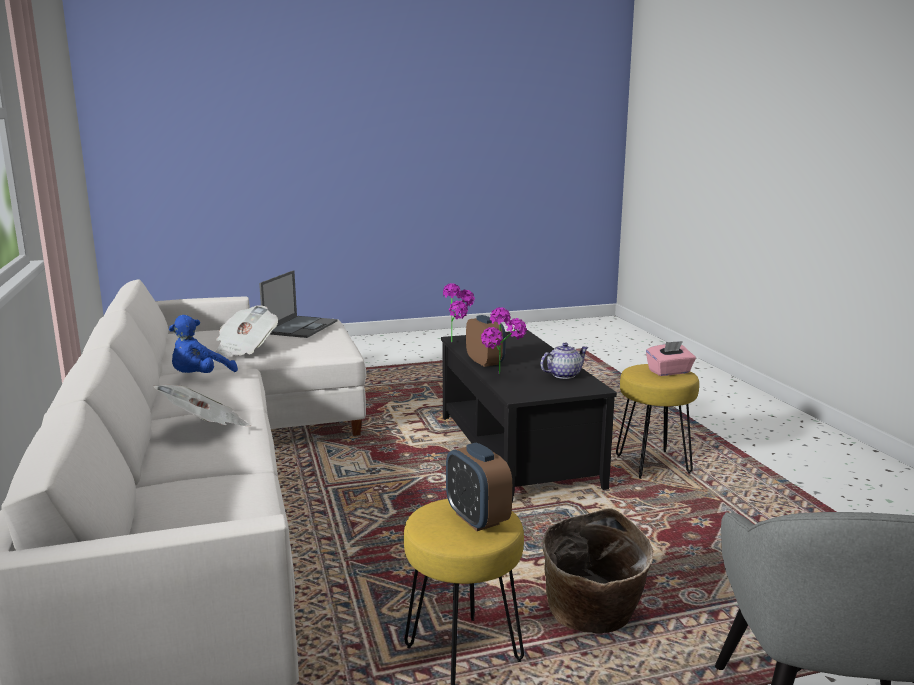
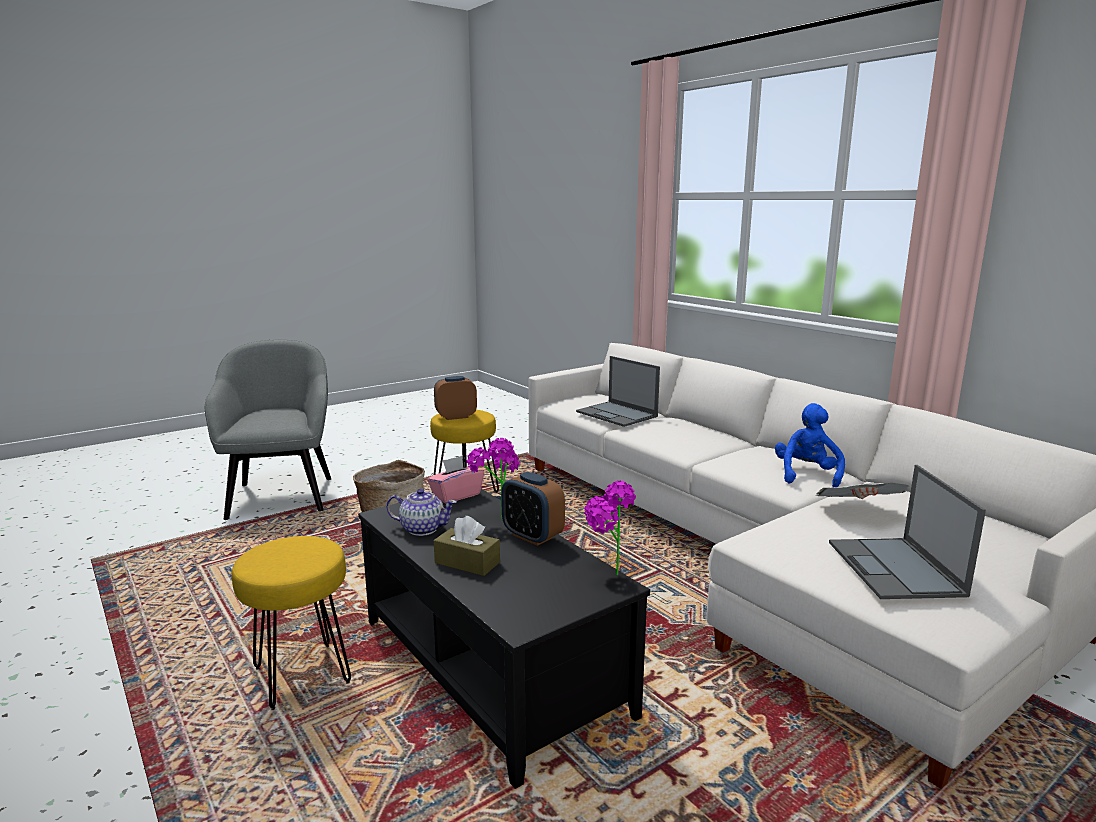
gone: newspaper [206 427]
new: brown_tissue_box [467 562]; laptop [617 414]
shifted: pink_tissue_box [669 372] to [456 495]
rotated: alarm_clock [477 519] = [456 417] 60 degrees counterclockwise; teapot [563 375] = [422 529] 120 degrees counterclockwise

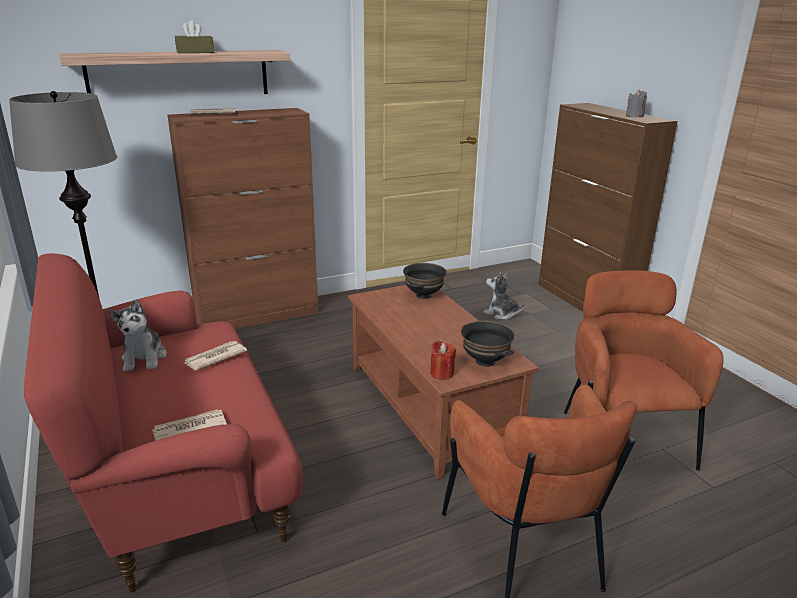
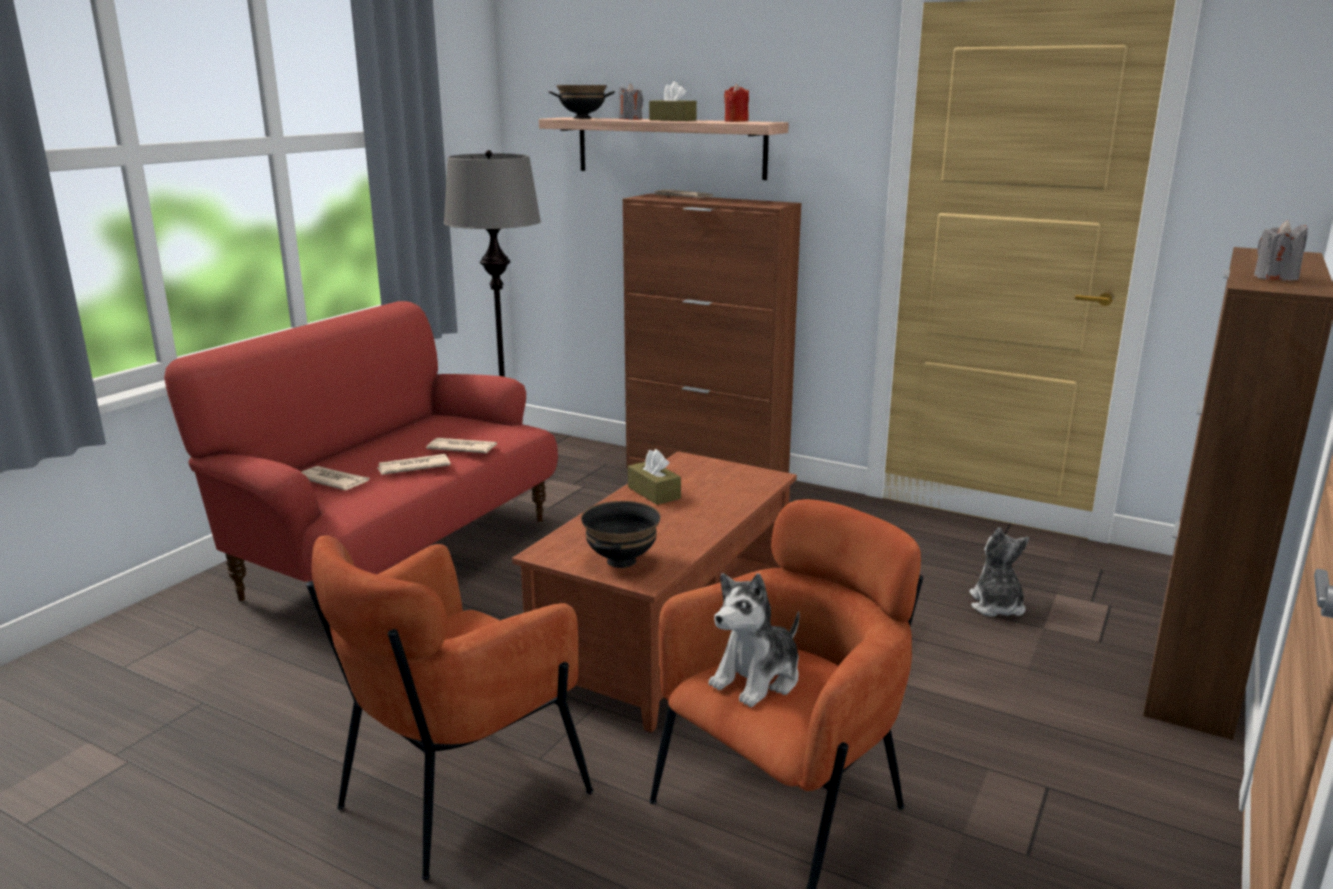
new: newspaper [413 467]; grey_candle [630 119]; brown_tissue_box [654 493]
shifted: plush_toy [144 358] to [757 679]; black_bowl [423 295] to [582 118]; red_candle [442 373] to [736 121]

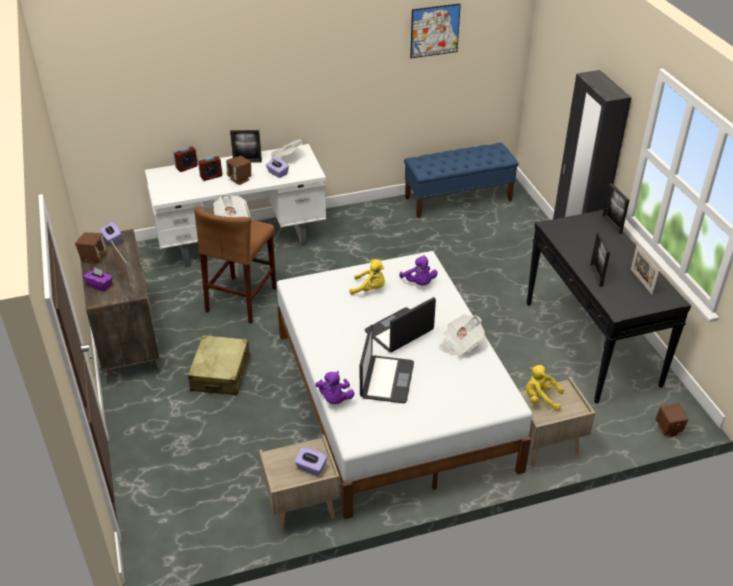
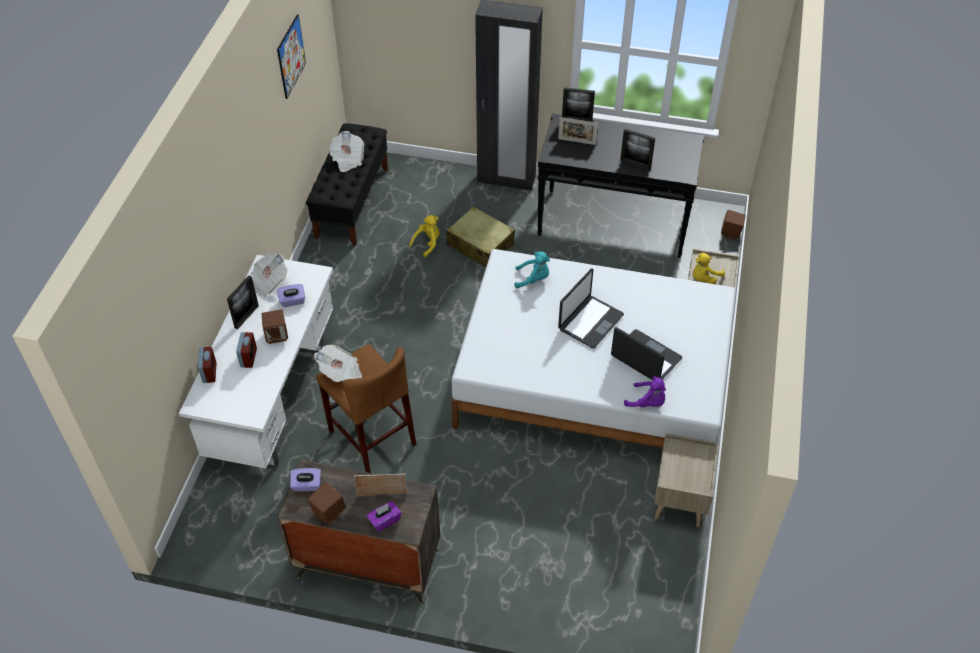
gone: purple_tissue_box [311 467]
shifted: beige_suitcase [221 373] to [480 244]; yellow_plush_toy [370 289] to [427 243]; newspaper [460 344] to [347 159]; picture_frame [641 282] to [577 141]
repainted: purple_plush_toy [419 283] to turquoise_plush_toy [533 279]; blue_bench [458 199] to black_bench [352 202]
rotated: laptop [399 332] = [590 322] 135 degrees counterclockwise

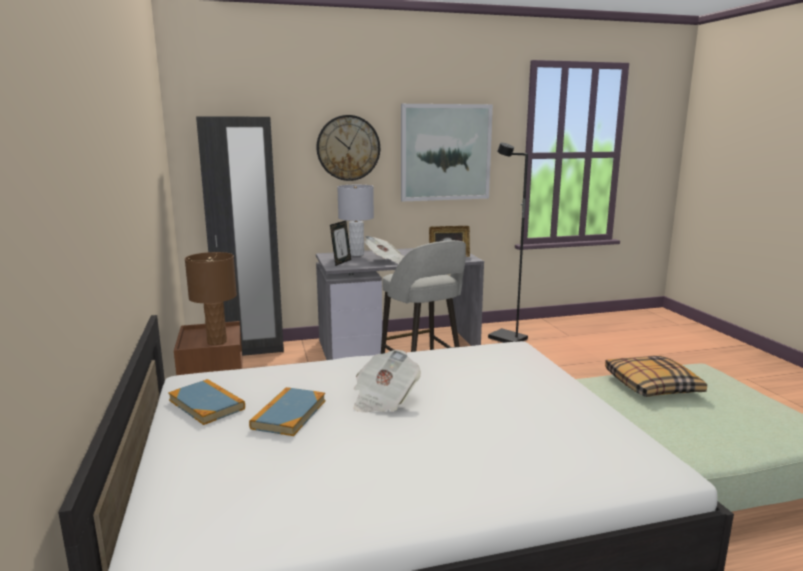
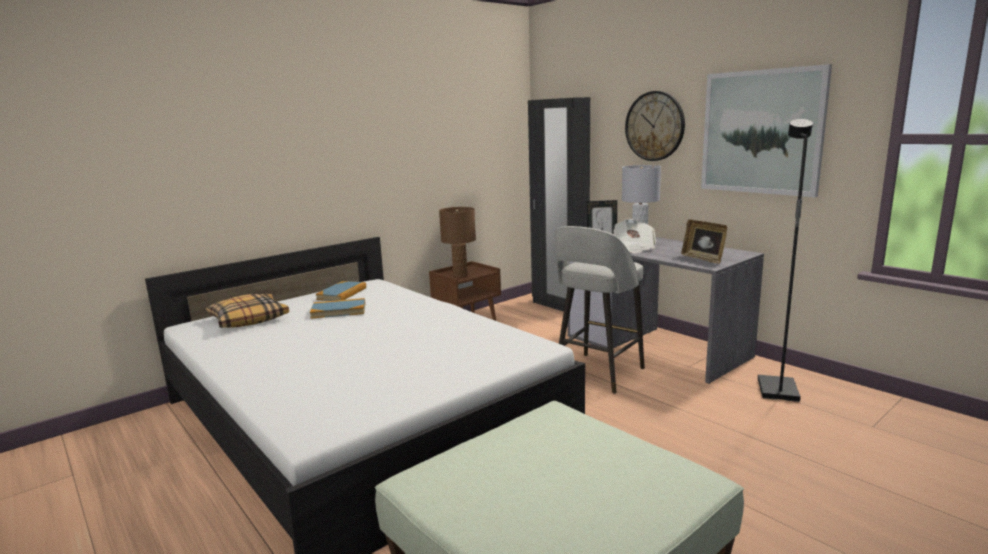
gone: newspaper [383 399]
shifted: pillow [651 386] to [248 319]

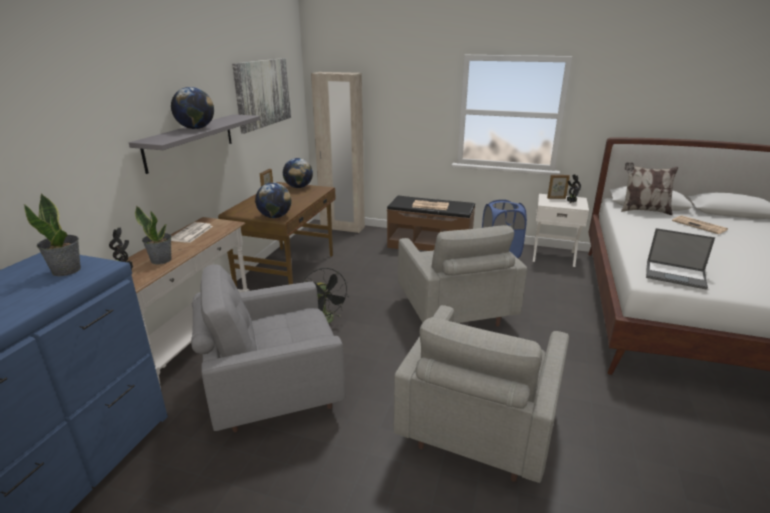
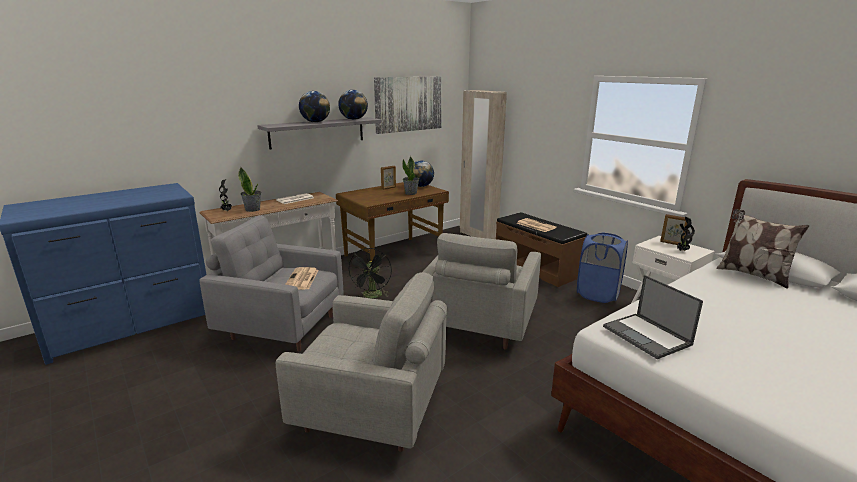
shifted: potted_plant [67 270] to [411 193]; globe [275 217] to [353 119]; newspaper [700 225] to [302 279]
rotated: grey_armchair [476 429] = [372 411] 135 degrees counterclockwise

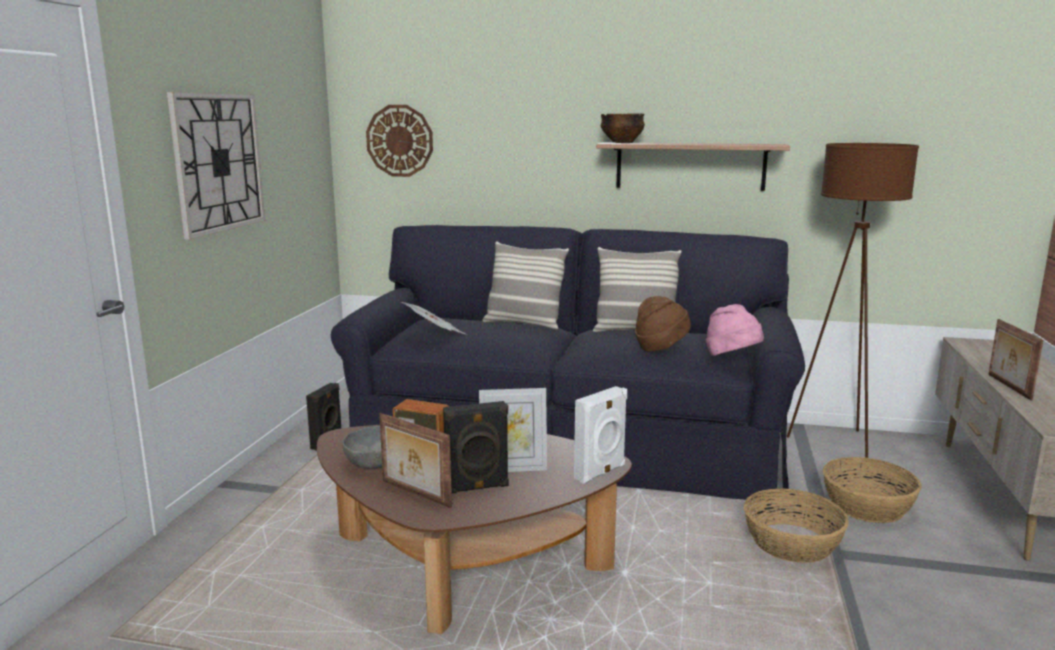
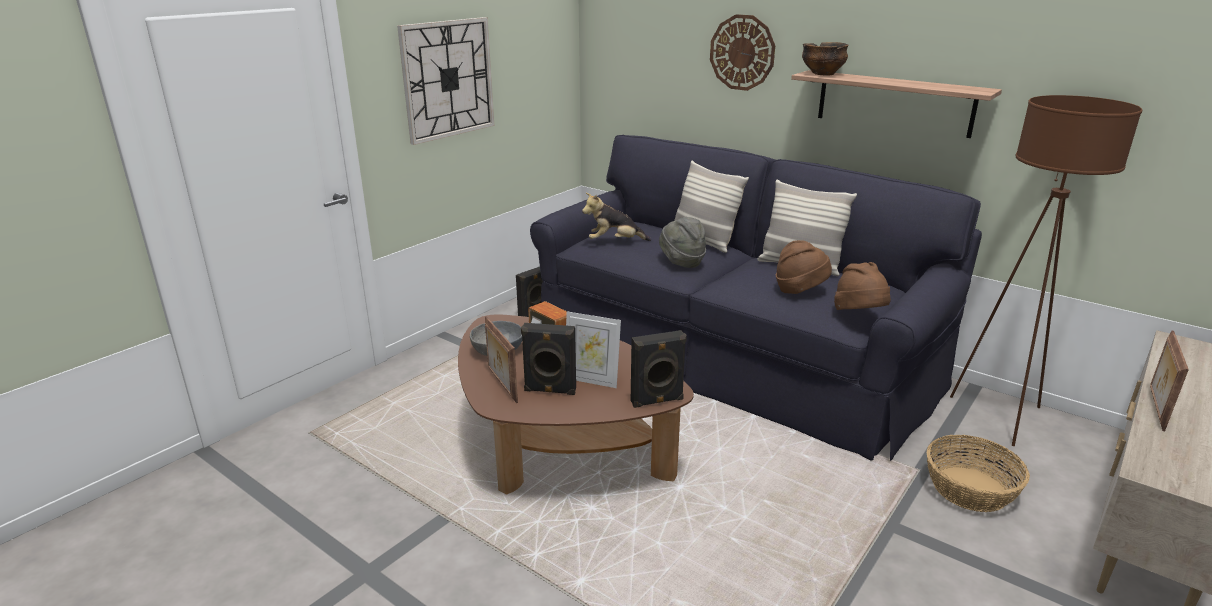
gone: basket [792 544]
new: grey_hat [681 262]
shifted: wall_clock [399 141] to [742 52]
swapped: newspaper [435 335] to plush_toy [614 242]
repainted: white_speaker [601 472] to black_speaker [657 401]; pink_hat [732 358] to brown_hat [859 315]

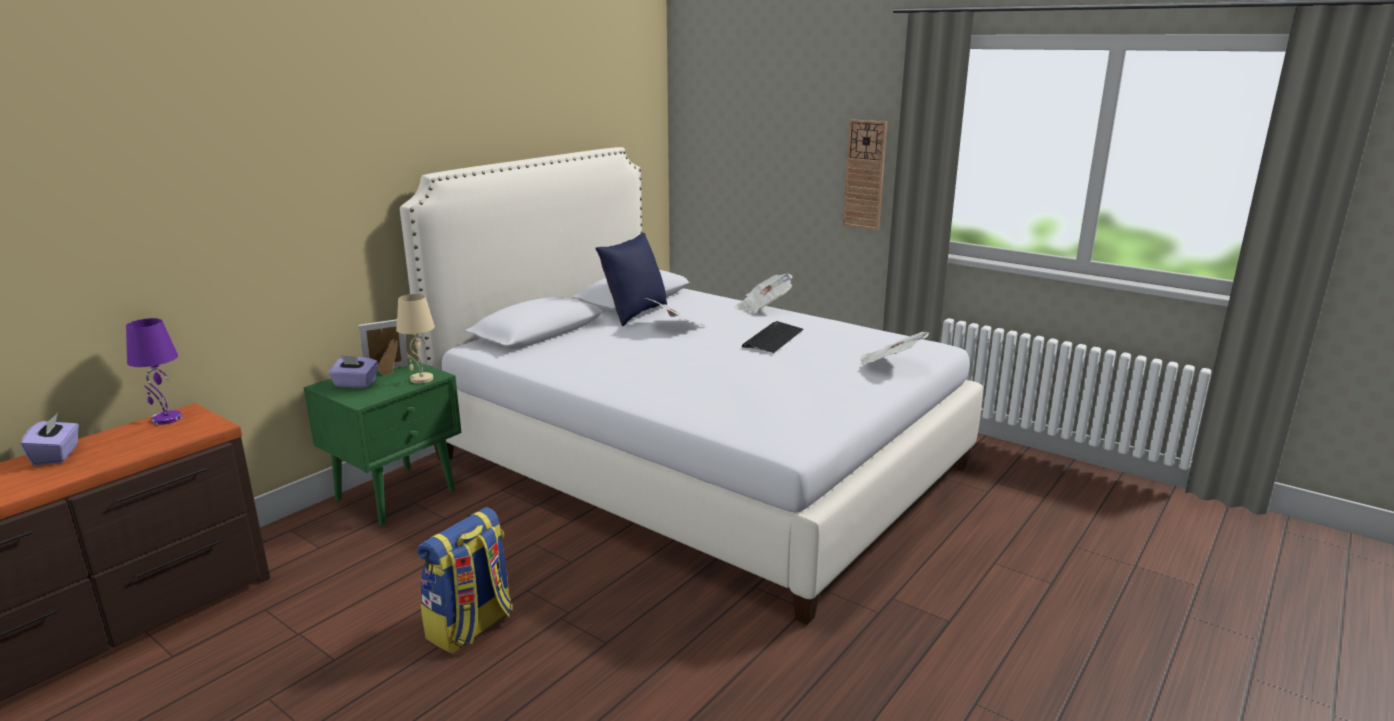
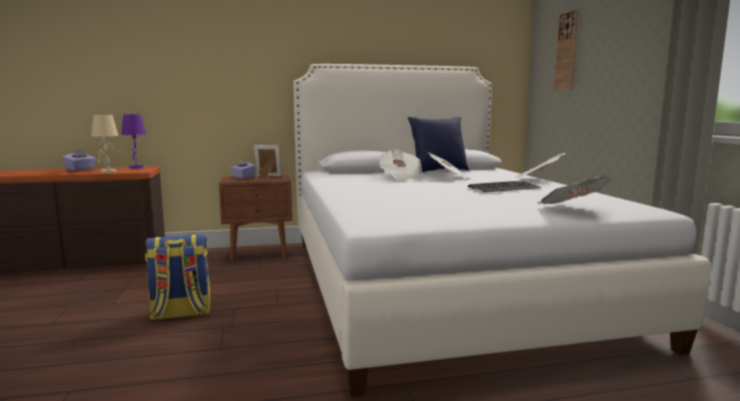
new: newspaper [400 178]
shifted: beige_table_lamp [421 379] to [108 171]; wall_clock [865 175] to [566 51]
repainted: green_nightstand [398 494] to brown_nightstand [260 253]

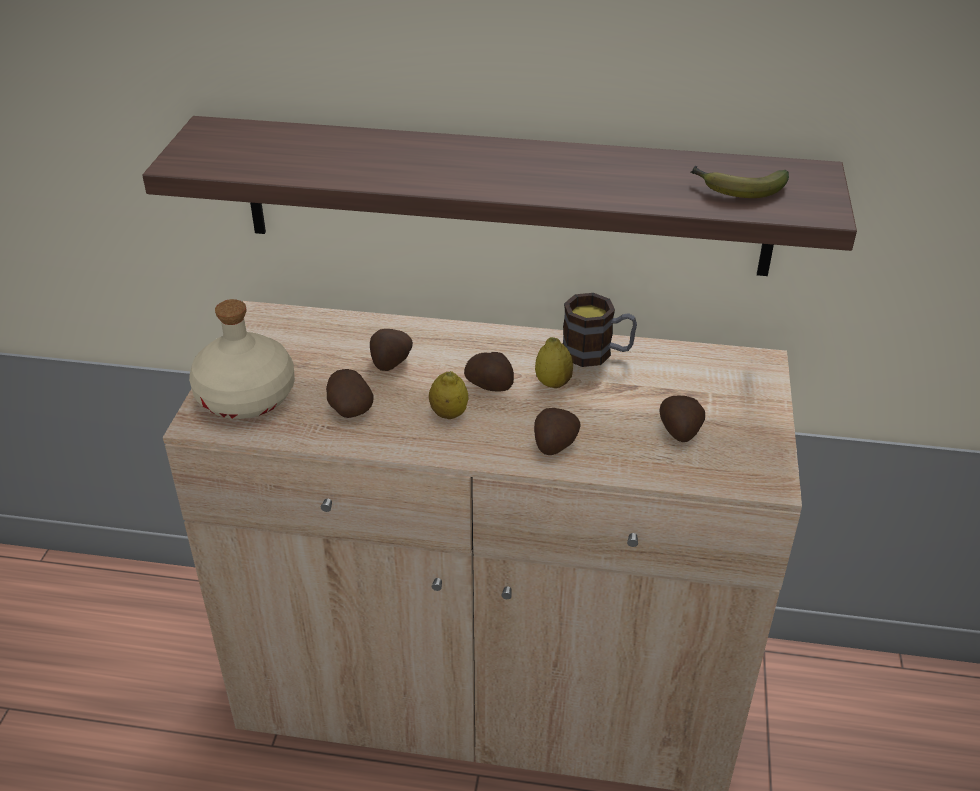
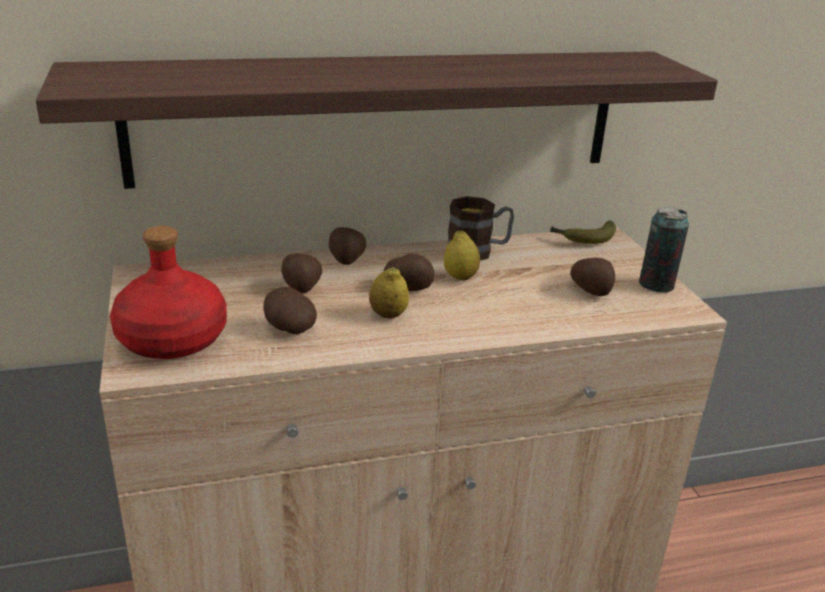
new: can [656 285]
shifted: potato [554 445] to [346 260]; banana [736 189] to [584 239]
repainted: beige_bottle [245 397] to red_bottle [172 340]

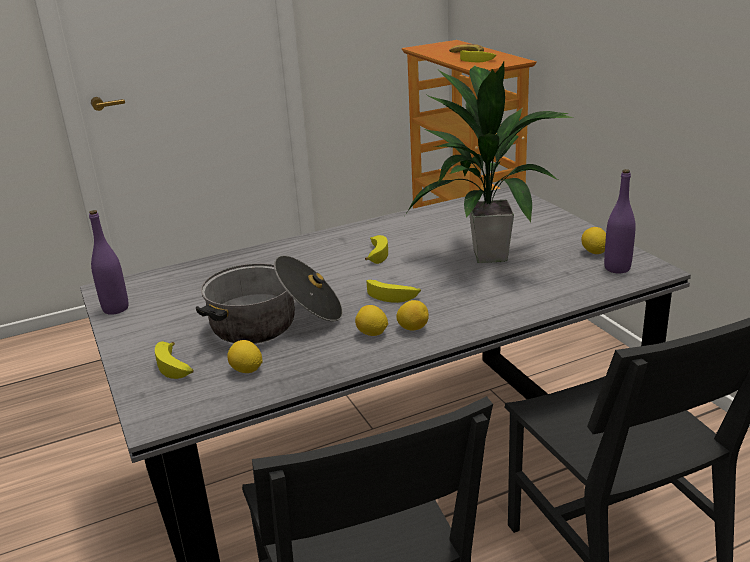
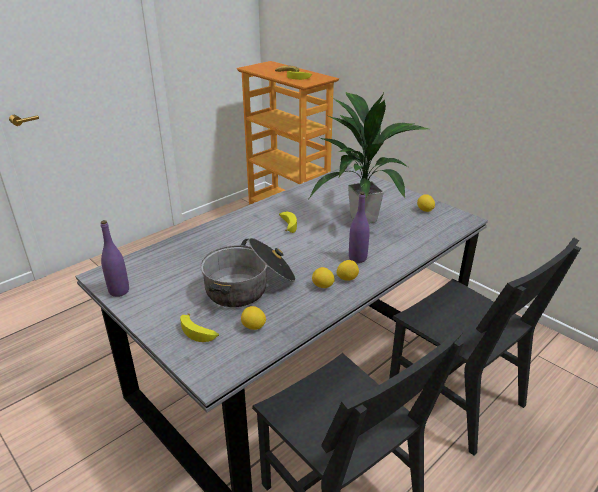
gone: banana [393 295]
shifted: purple_bottle [617 268] to [357 258]

